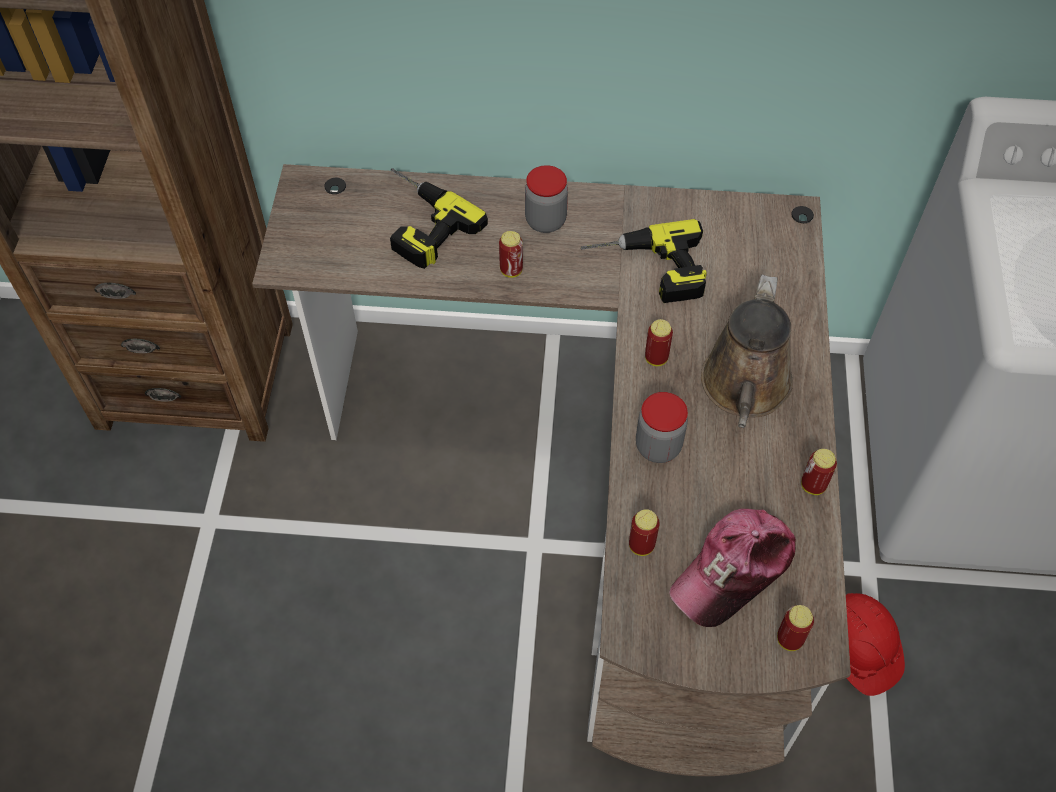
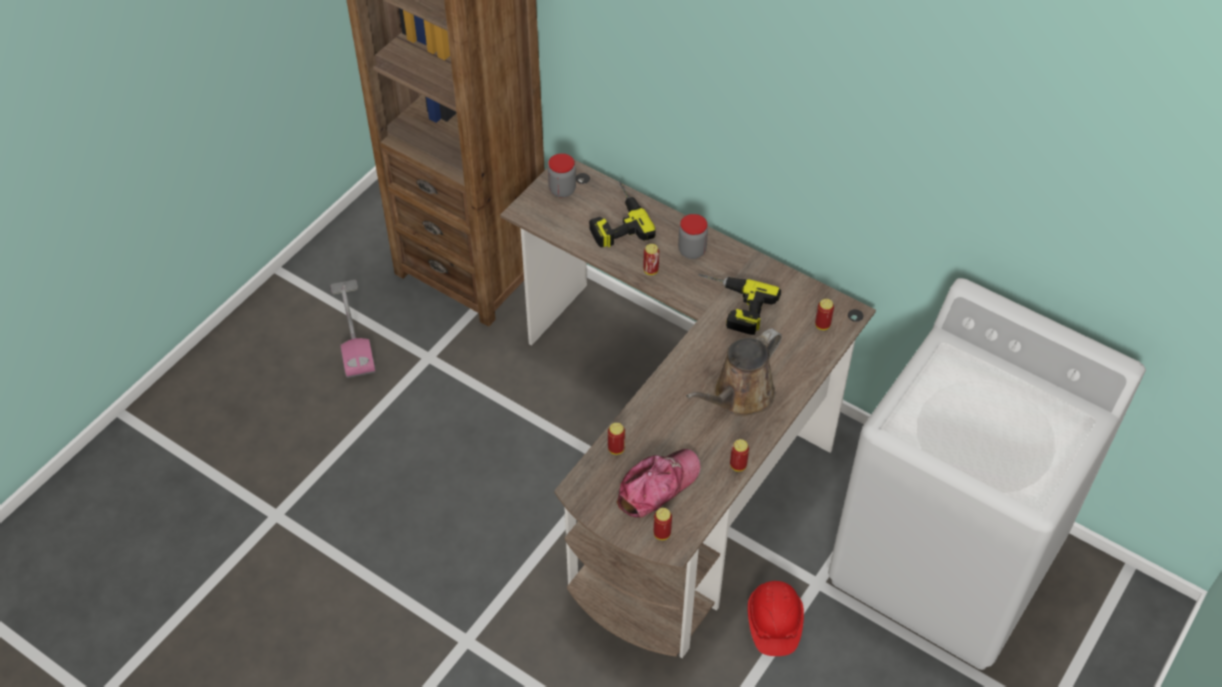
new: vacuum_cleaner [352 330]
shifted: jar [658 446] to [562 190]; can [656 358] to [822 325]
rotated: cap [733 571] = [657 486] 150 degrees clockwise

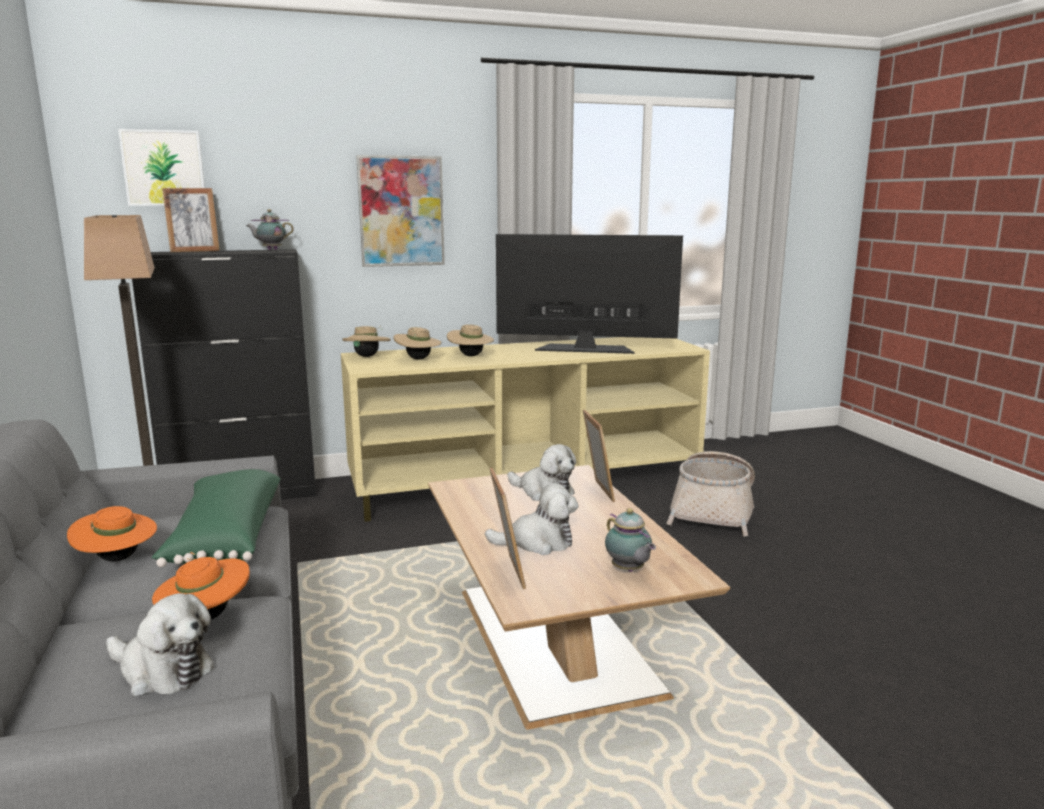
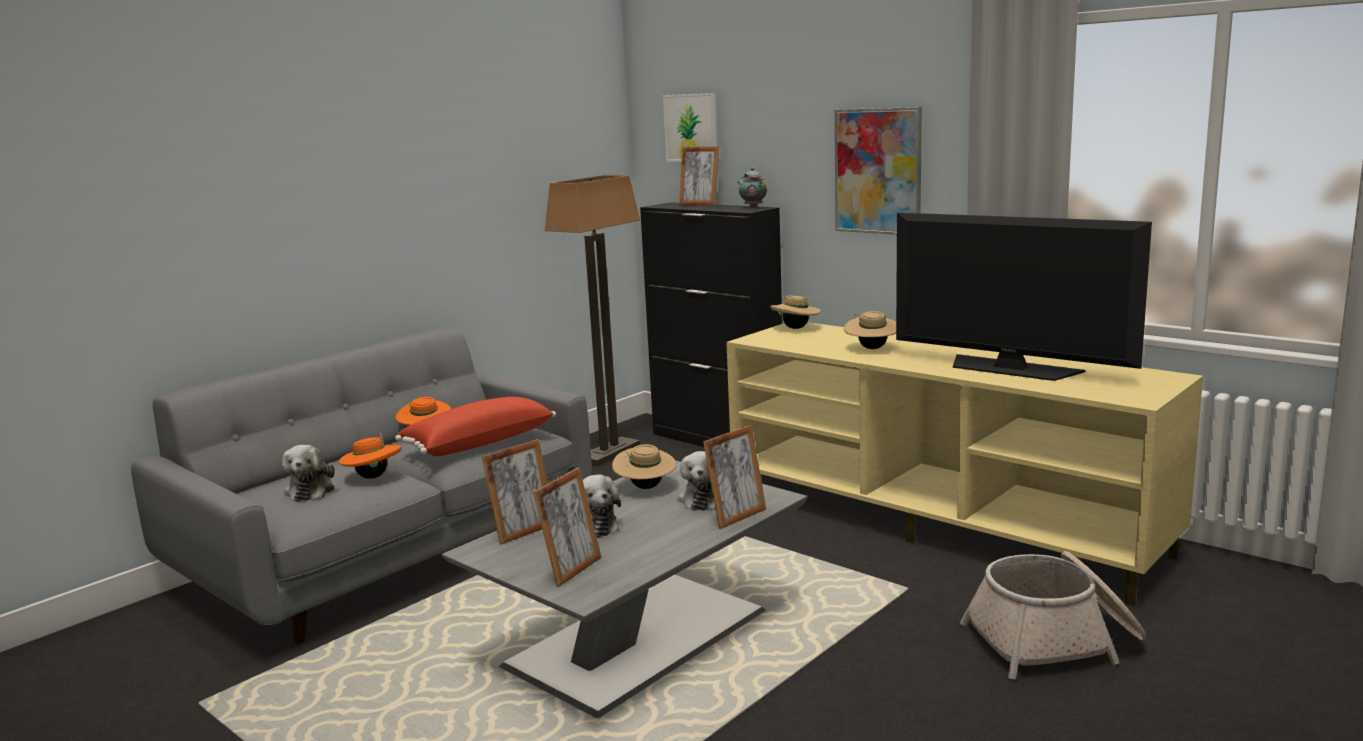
shifted: beige_hat [418 359] to [645 487]
swapped: teapot [628 570] to picture_frame [572 570]
repainted: green_pillow [224 538] to red_pillow [478 443]; brown_coffee_table [552 637] to grey_coffee_table [640 636]
rotated: television [585 349] = [1010 369] 150 degrees clockwise

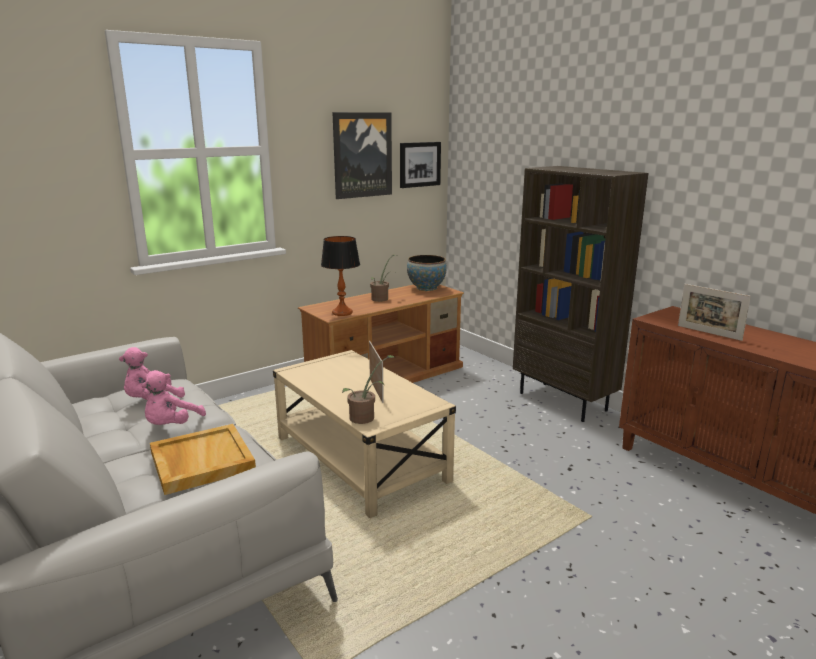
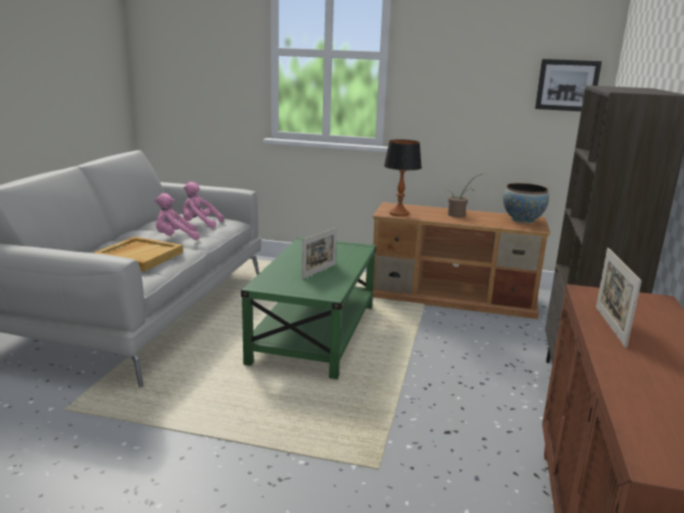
gone: picture [362 155]; potted_plant [366 417]
repainted: beige_coffee_table [360 459] to green_coffee_table [314 333]

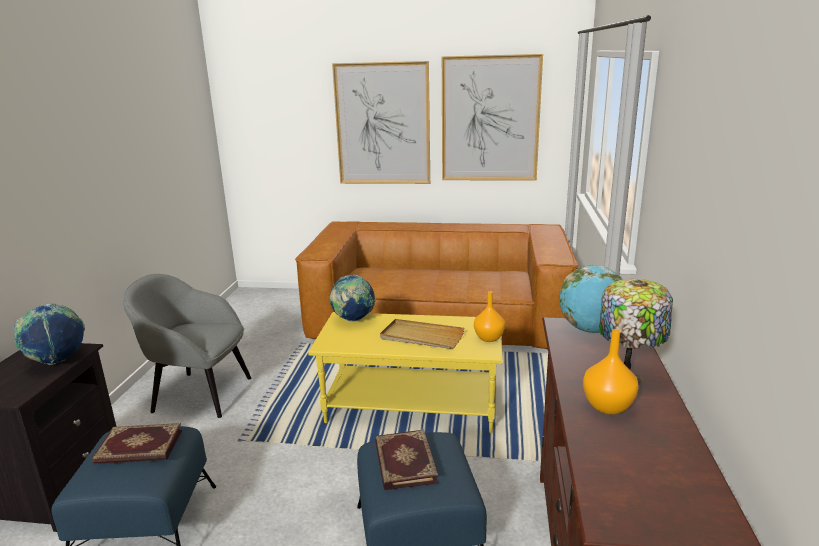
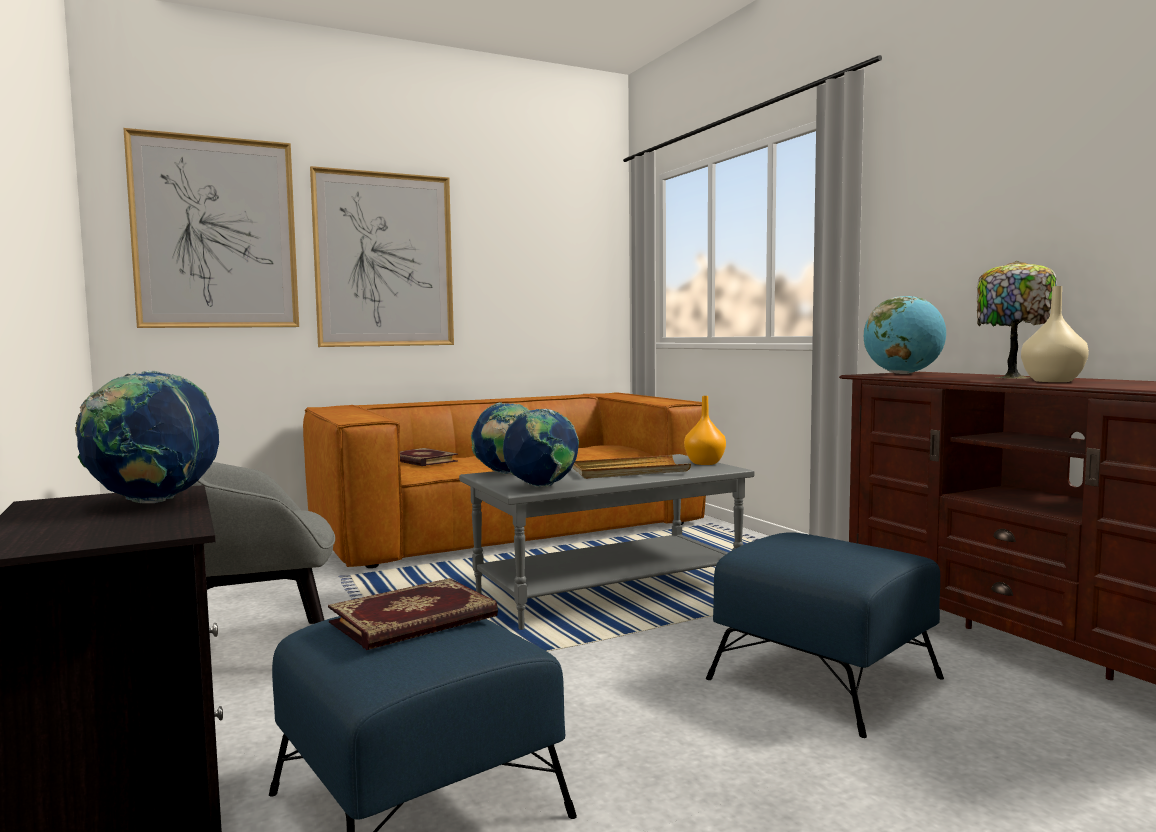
new: globe [542 487]
shifted: book [404 462] to [421 460]; picture [490 119] to [215 233]
repainted: yellow_coffee_table [412 405] to grey_coffee_table [608 590]; orange_vase [608 407] to beige_vase [1054 381]

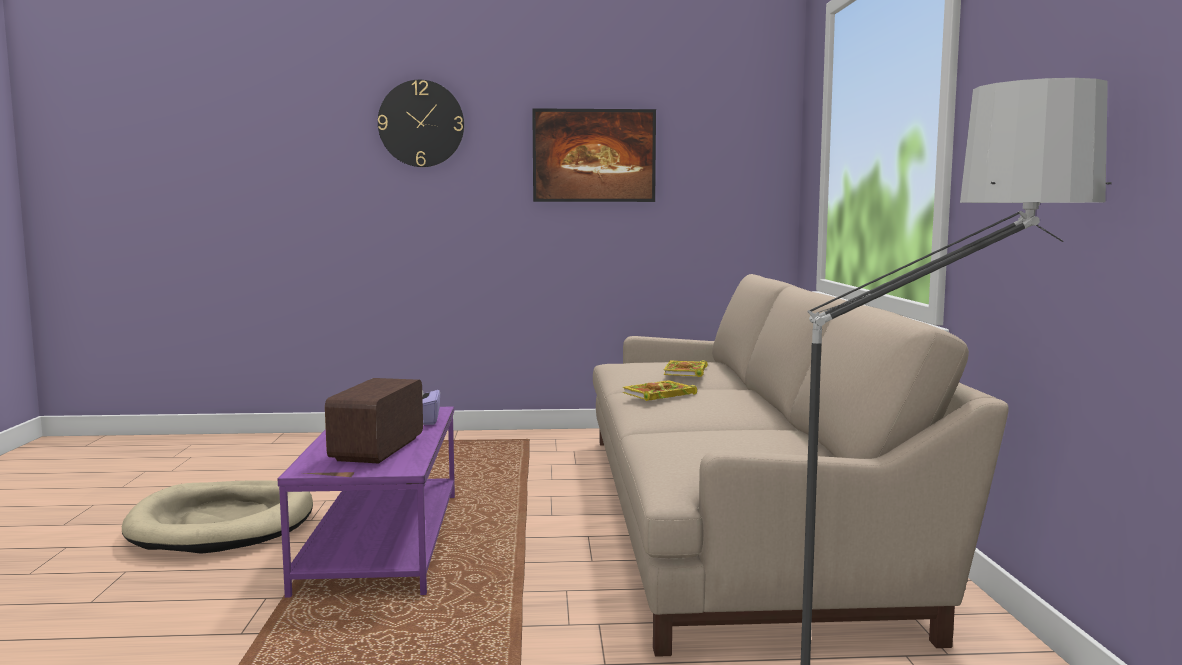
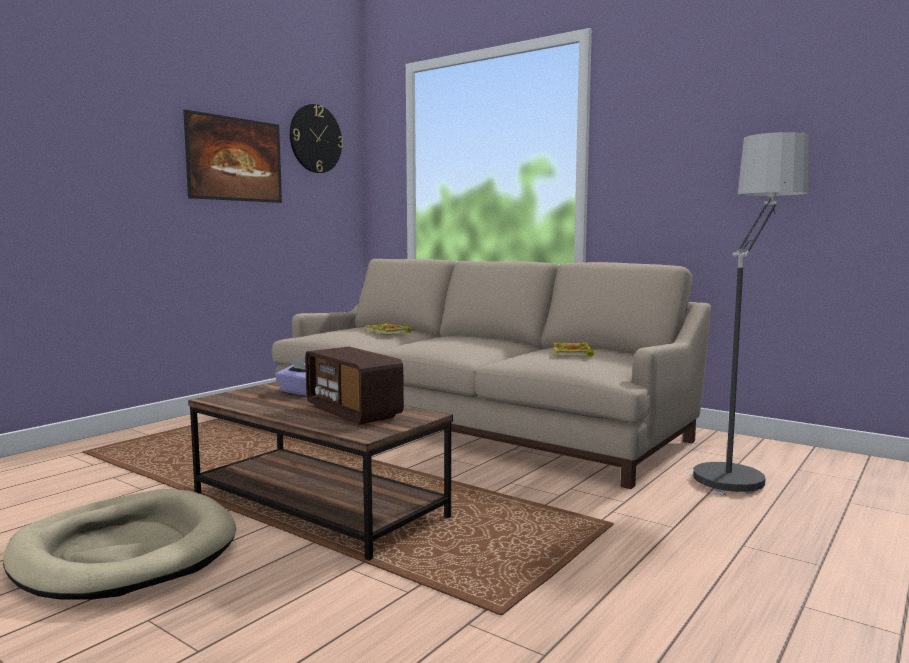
shifted: wall_clock [421 123] to [315 139]; book [658 395] to [573 353]
repainted: purple_coffee_table [383 541] to brown_coffee_table [319 505]

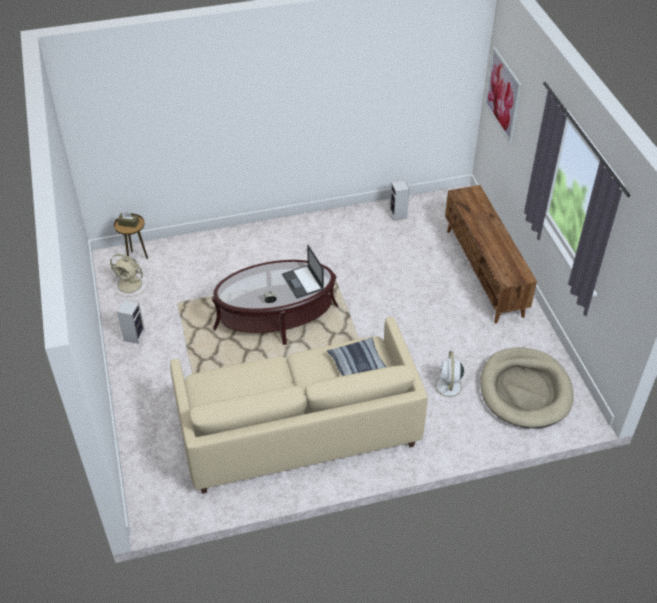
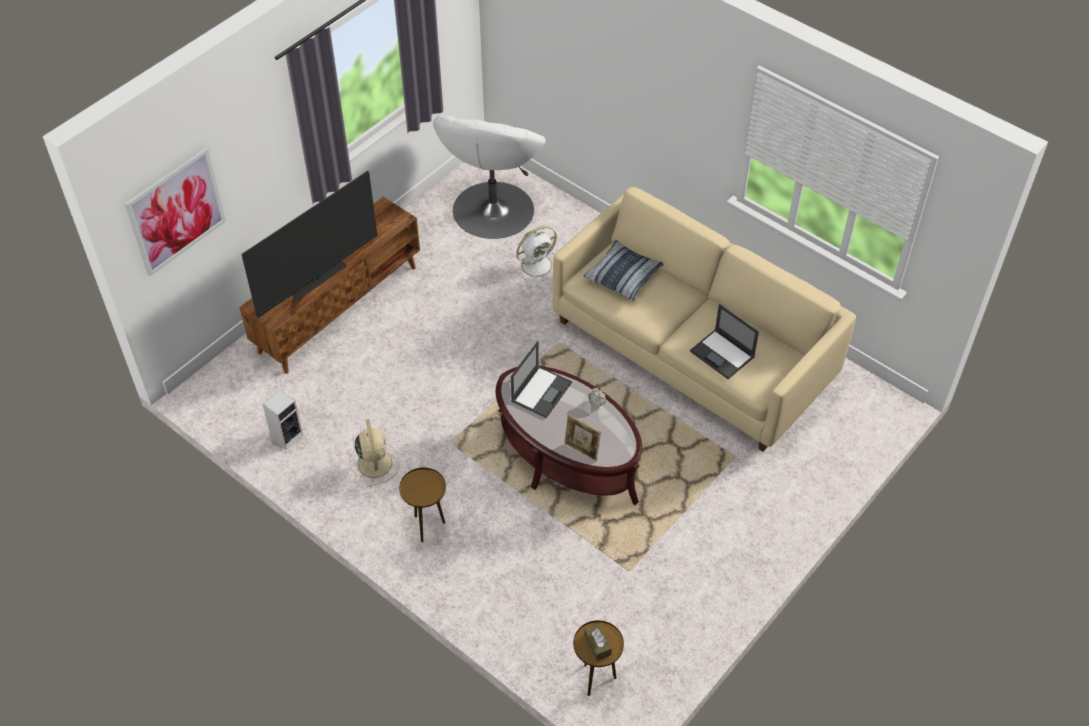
gone: speaker [134 335]
new: television [318 279]; brown_side_table [427 526]; picture_frame [581 451]; laptop [723 354]
shifted: beige_fan [130 284] to [374 462]
swapped: beige_dog_bed [525 390] to white_armchair [492 211]

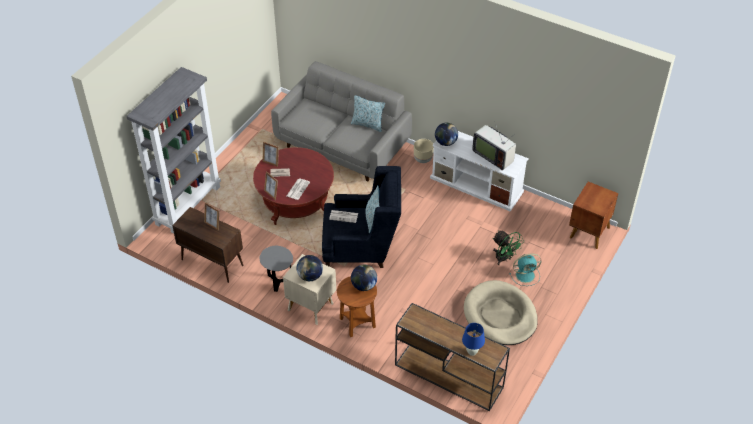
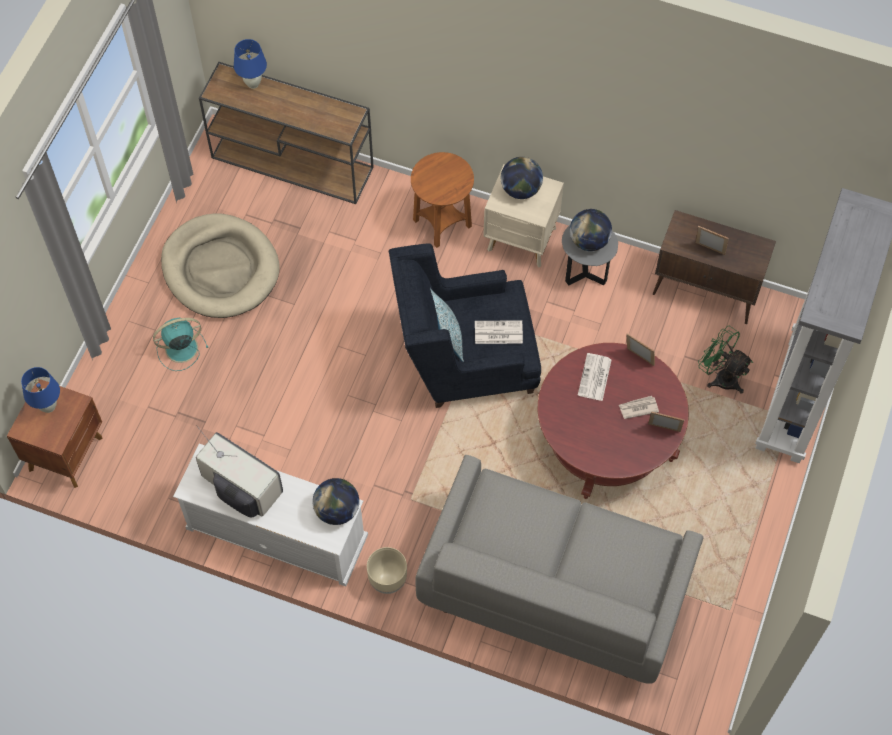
gone: pillow [367 125]
new: blue_table_lamp [48 407]
shifted: globe [364 286] to [589 241]; green_fan [504 259] to [720 376]

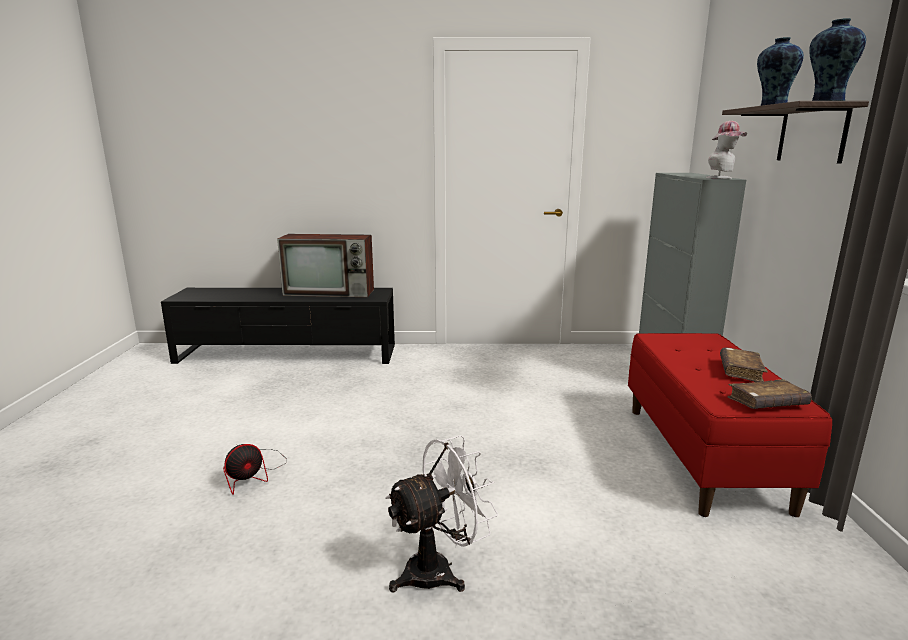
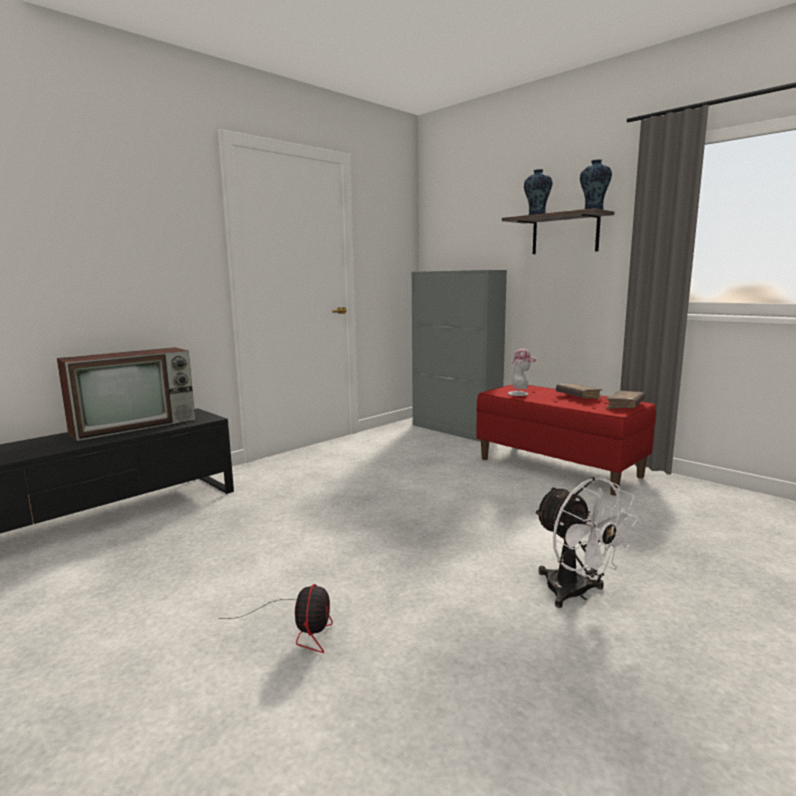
shifted: hat [722 178] to [520 393]
rotated: white_fan [439 569] = [576 594] 135 degrees clockwise

